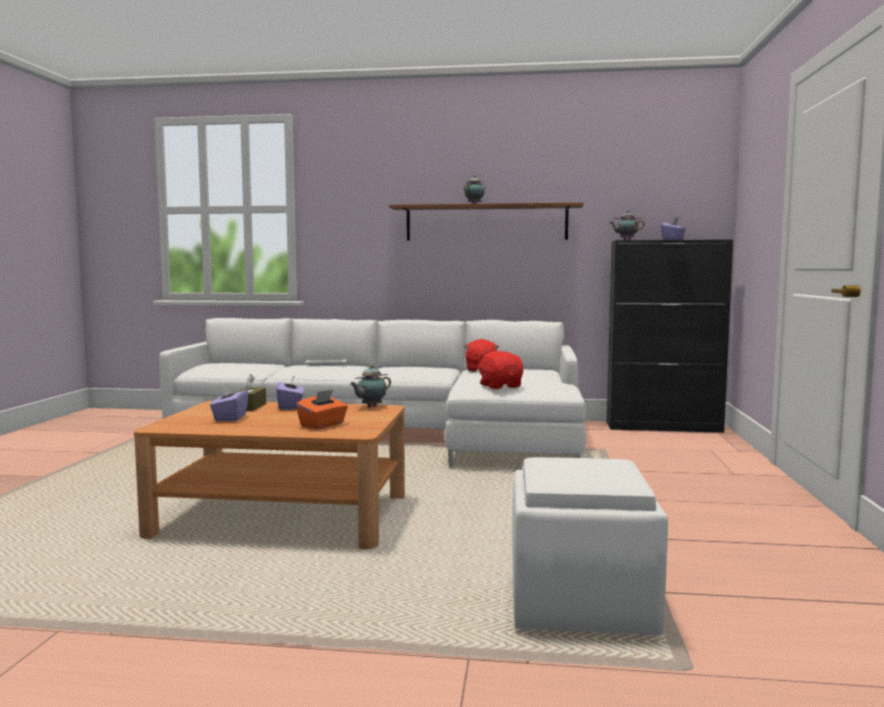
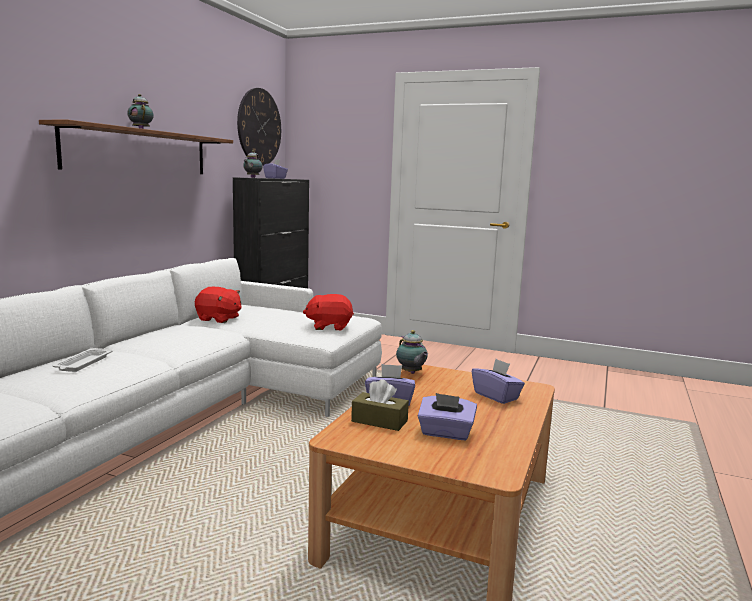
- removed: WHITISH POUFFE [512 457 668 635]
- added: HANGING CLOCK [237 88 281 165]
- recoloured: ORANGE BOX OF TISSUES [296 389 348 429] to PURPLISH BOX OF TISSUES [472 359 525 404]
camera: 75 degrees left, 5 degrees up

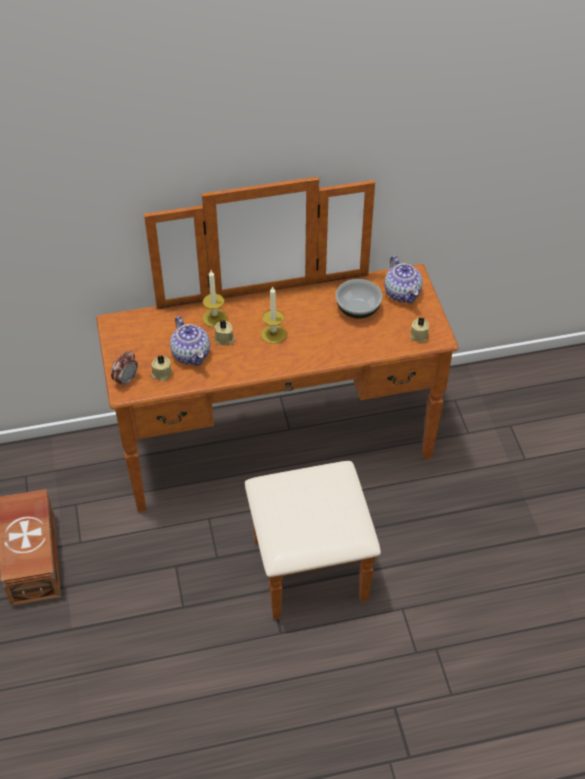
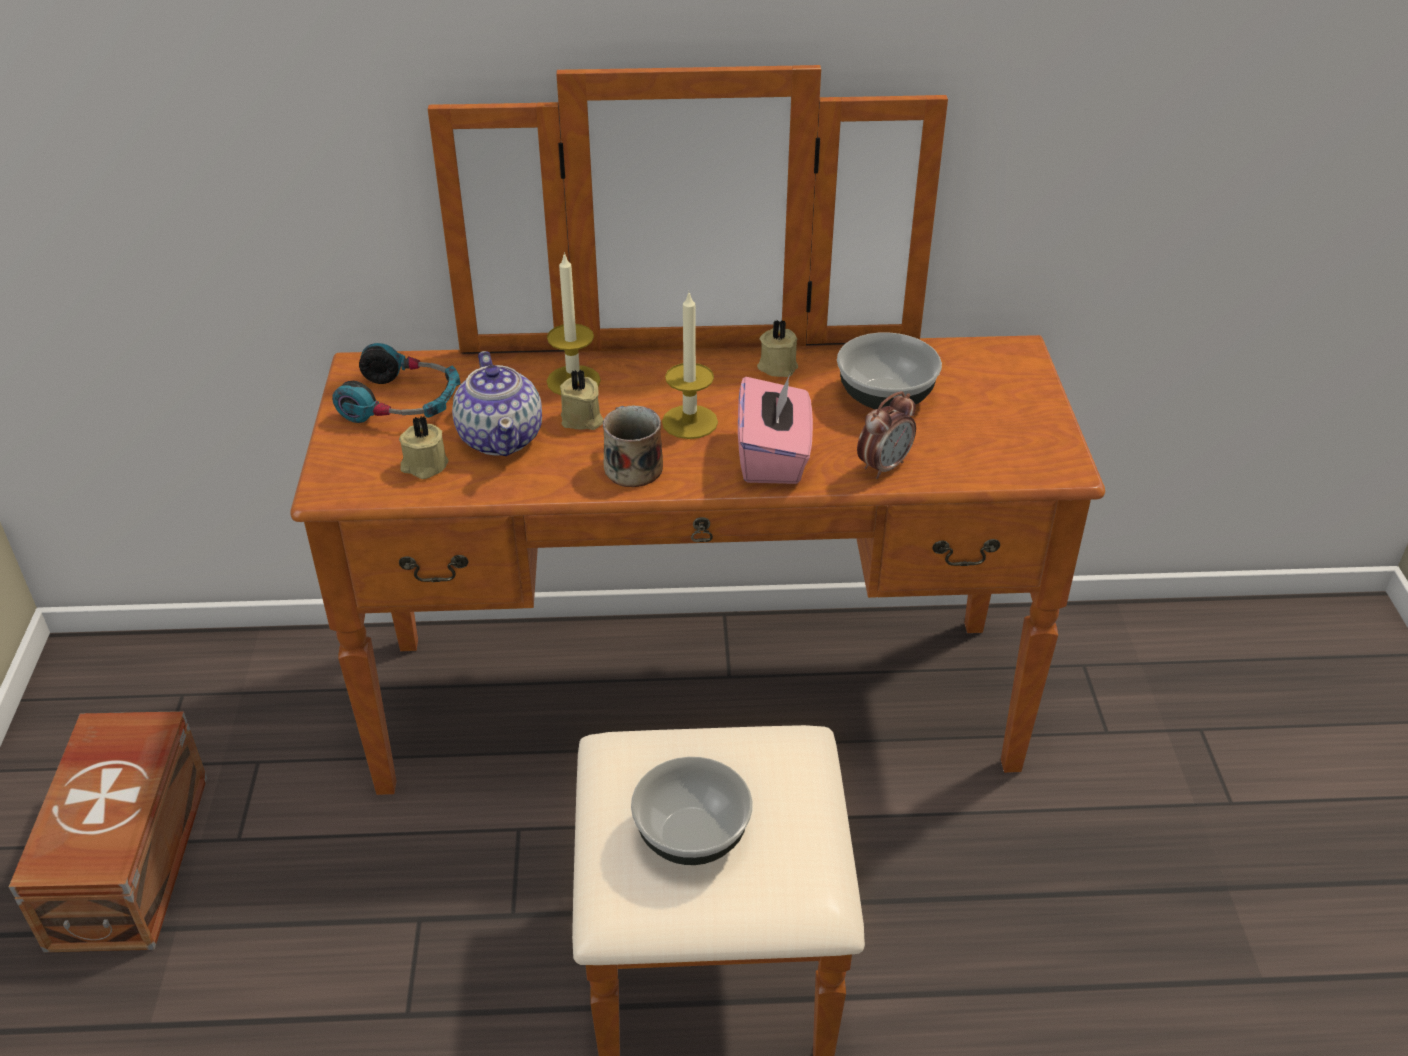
- removed: TEA POT [384 256 423 304]
- added: PAIR OF HEADPHONES [332 343 460 423]
- added: TEA MUG [603 405 663 487]
- added: DEEP DISH [631 757 753 865]
- added: PINKISH BOX OF TISSUES [738 375 813 484]
- moved: ALARM CLOCK [111 350 138 388] to [857 391 916 479]
- moved: BEIGE-COLOURED CANDLE [410 318 429 342] to [757 319 798 377]
camera: 10 degrees right, 10 degrees down

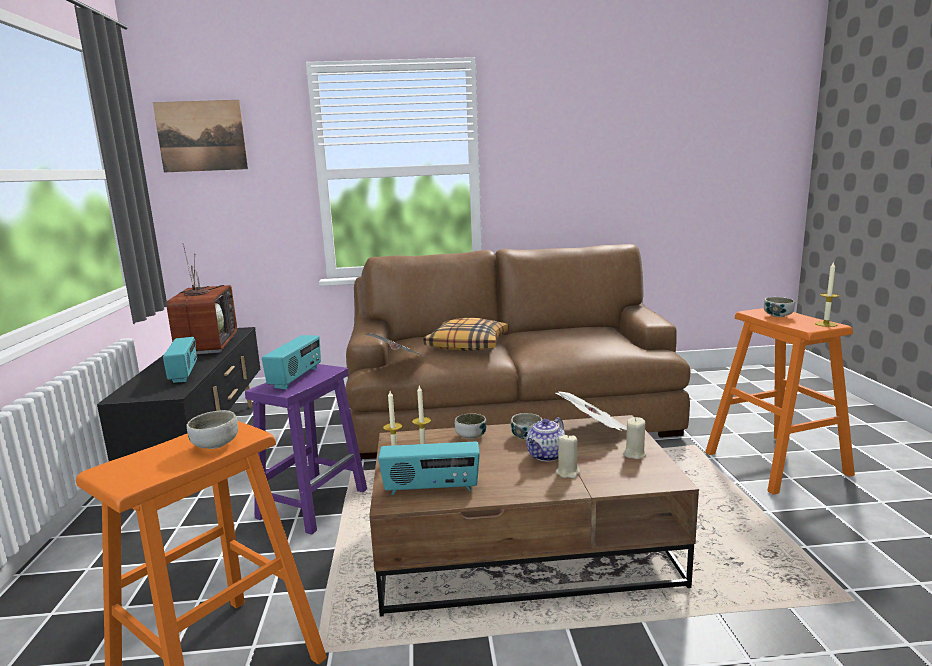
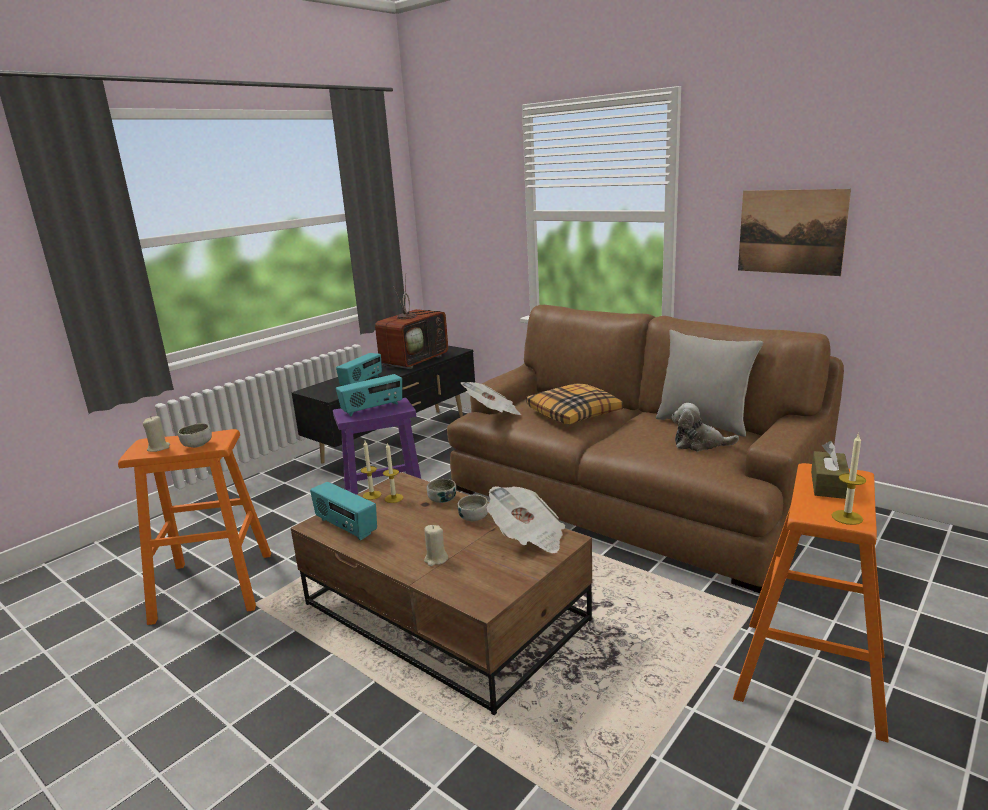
- removed: TEA POT [526 417 565 461]
- added: GREY PILLOW [656 330 763 437]
- added: SOFT TOY [672 403 739 451]
- moved: PICTURE [153 100 248 172] to [738 189 851 276]
- moved: BEIGE-COLOURED CANDLE [623 417 647 459] to [143 416 170 452]
- replaced: DEEP DISH [764 297 795 317] to BROWN BOX OF TISSUES [811 441 850 499]
camera: 45 degrees right, 5 degrees up

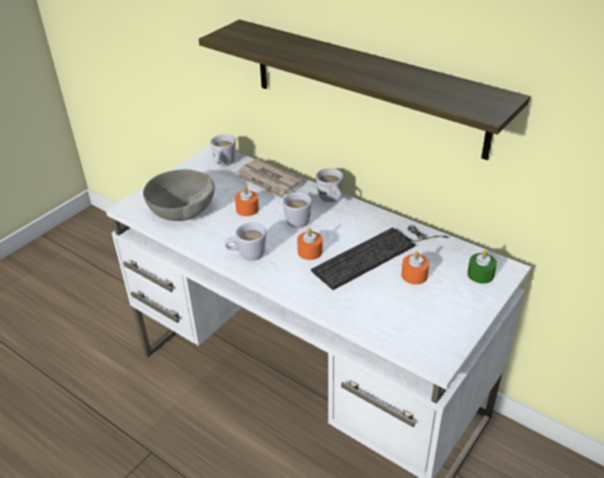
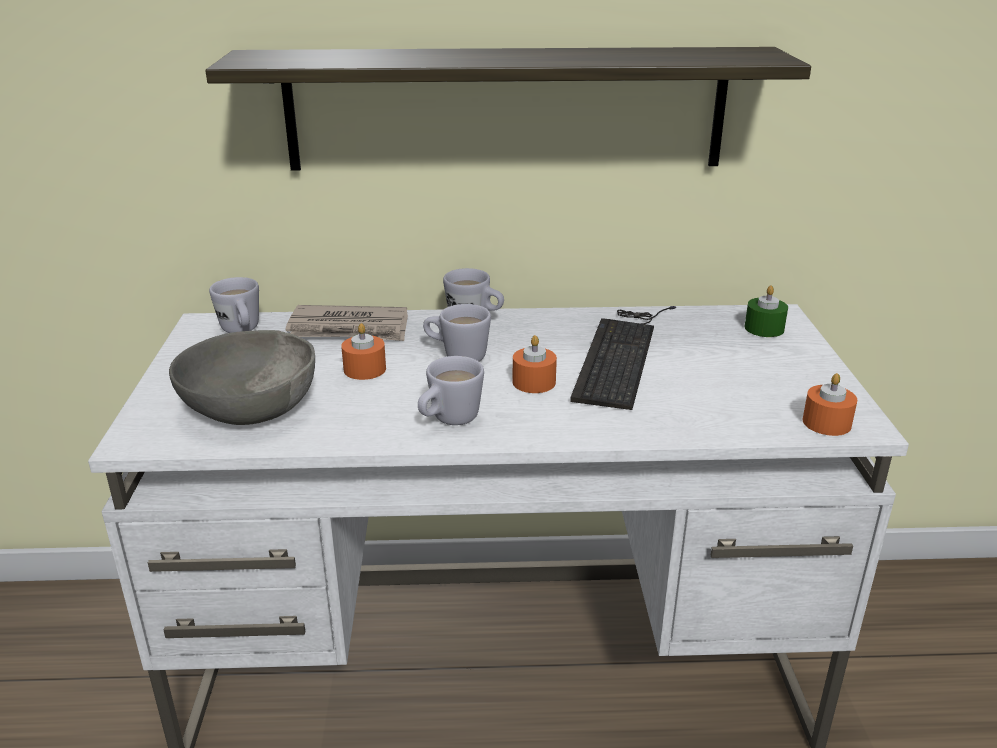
- moved: ORANGE CANDLE [401 251 429 285] to [802 373 857 436]
camera: 40 degrees left, 10 degrees down

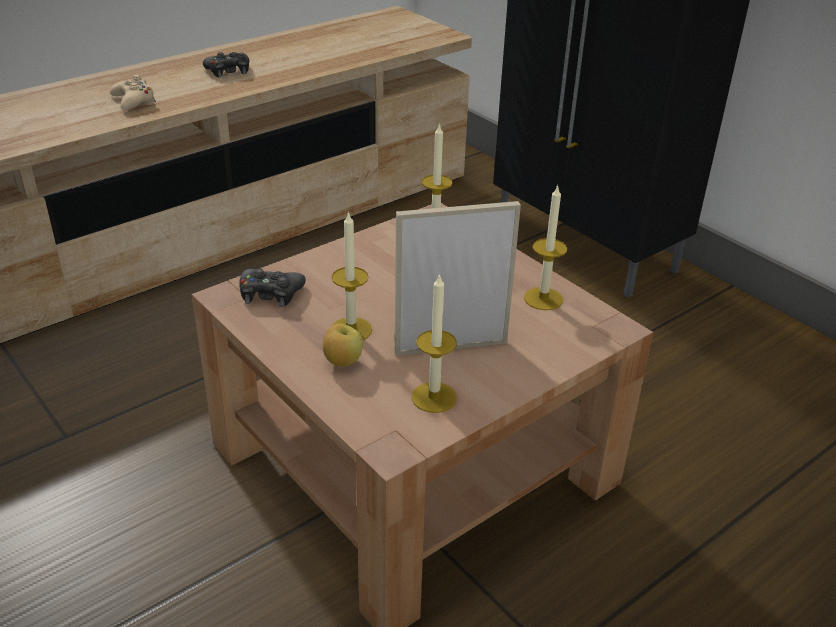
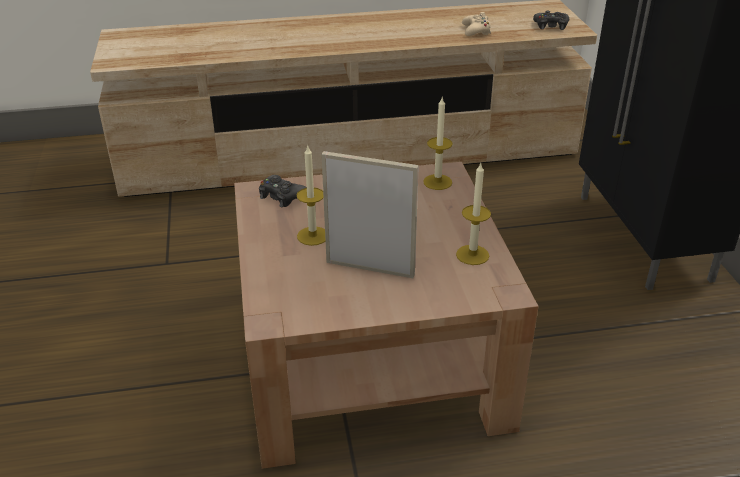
- removed: APPLE FRUIT [322 324 363 367]
- removed: CANDLE [411 273 457 413]
- moved: BEIGE-COLOURED GAME CONTROLLER [110 74 156 111] to [462 12 491 36]
- moved: BLACKISH GAME CONTROLLER [203 52 249 77] to [533 10 569 30]
camera: 30 degrees right, 0 degrees up

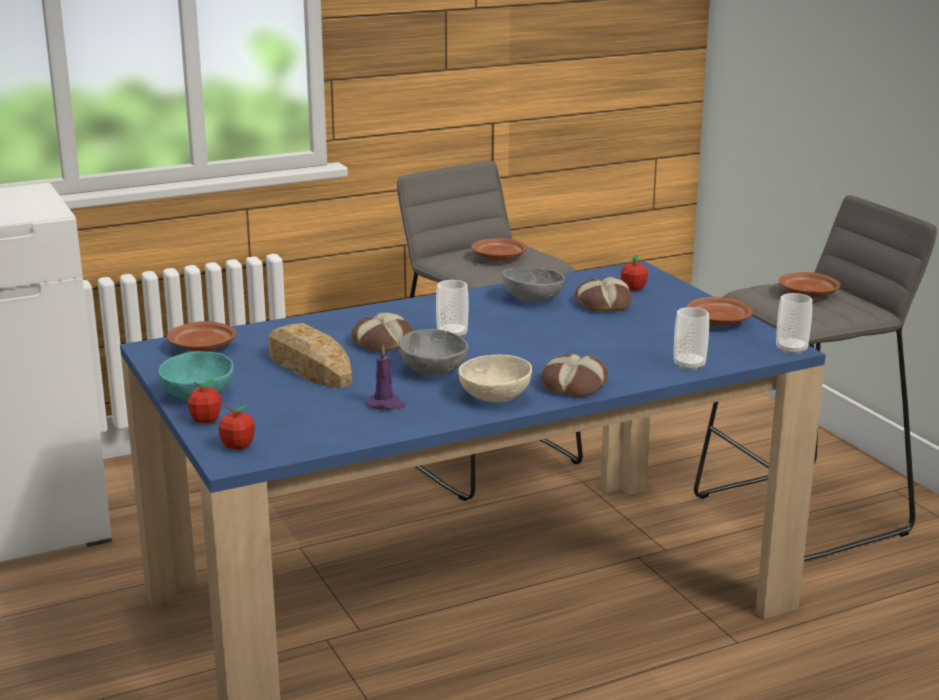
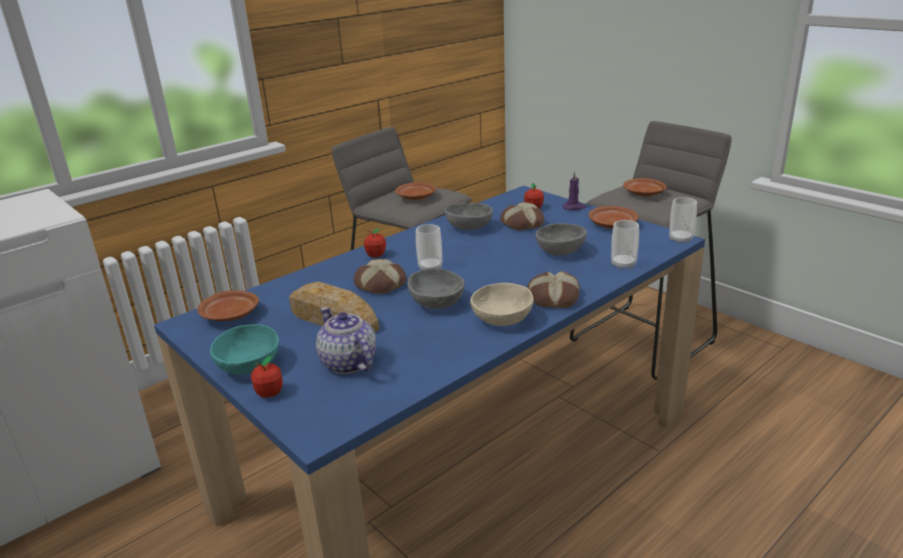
- added: TEA POT [316 307 376 374]
- added: GREY DEEP DISH [536 223 587 256]
- moved: APPLE FRUIT [219 405 255 450] to [364 228 386 257]
- moved: PURPLISH CANDLE [366 345 405 410] to [562 171 586 210]
camera: 15 degrees left, 5 degrees up

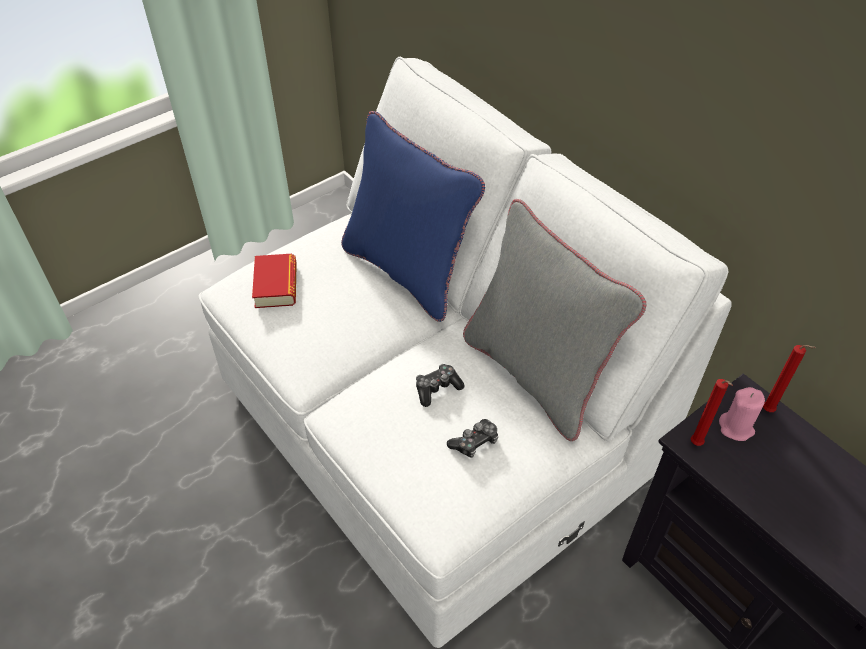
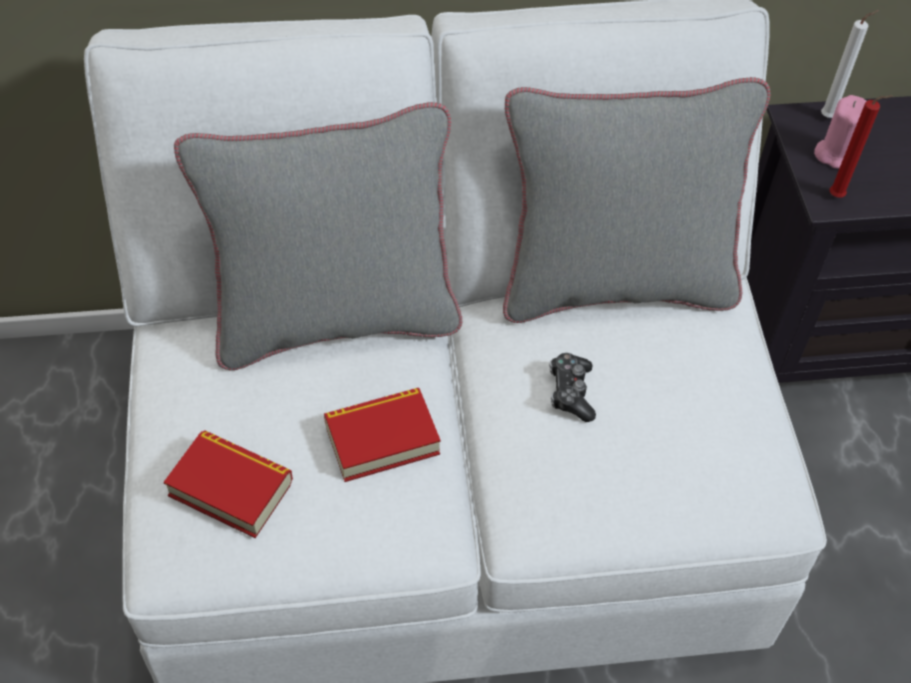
- removed: GAME CONTROLLER [447 419 498 458]
- added: VOLUME [324 388 441 482]
- recoloured: BLUE PILLOW [341 111 485 322] to GREY PILLOW [174 102 463 371]
- recoloured: RED CANDLE [763 345 816 412] to WHITISH CANDLE [821 10 879 118]
camera: 60 degrees left, 5 degrees up

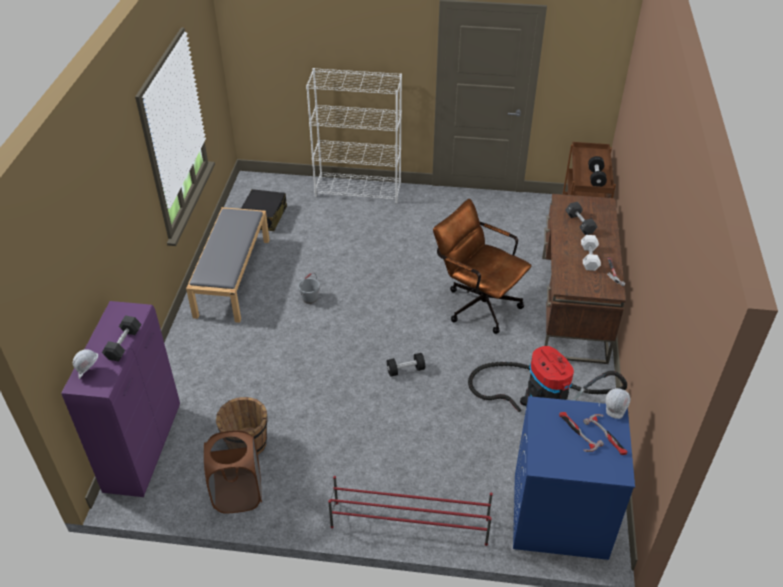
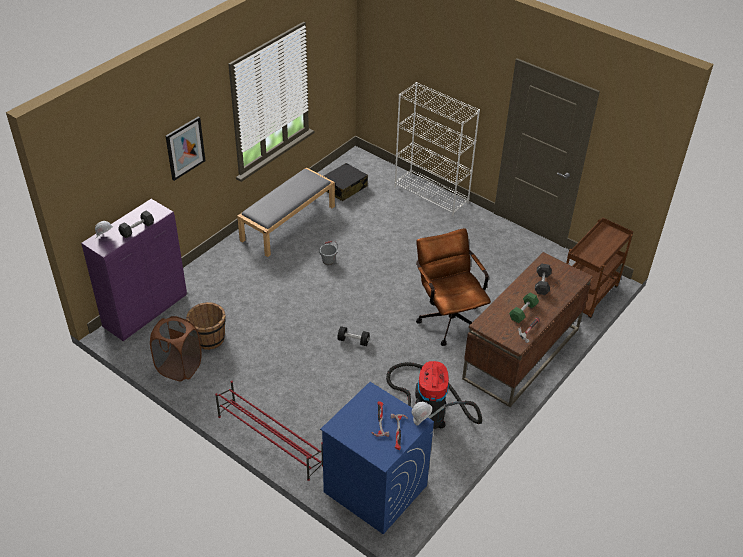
- removed: BLACKISH HAND WEIGHT [588 156 607 187]
- added: PICTURE [166 116 205 181]
- recoloured: WHITISH HAND WEIGHT [581 235 601 271] to GREEN-COLOURED HAND WEIGHT [509 293 539 323]
camera: 30 degrees right, 0 degrees up

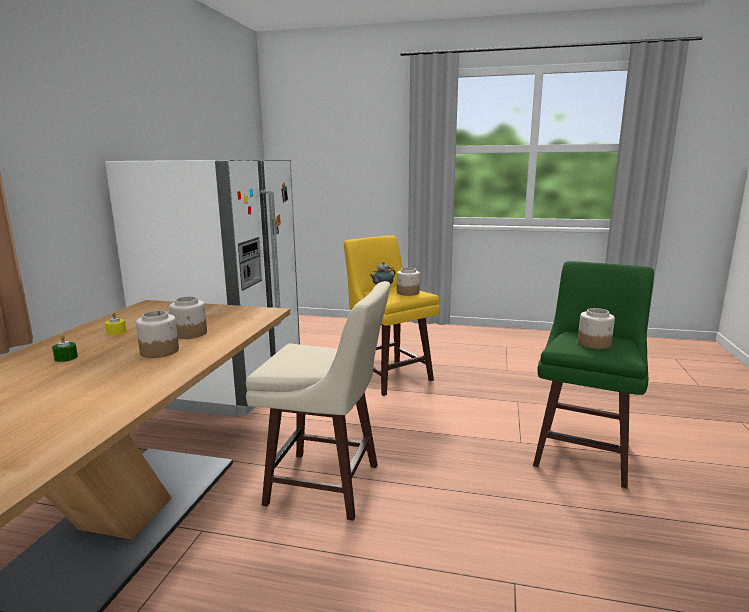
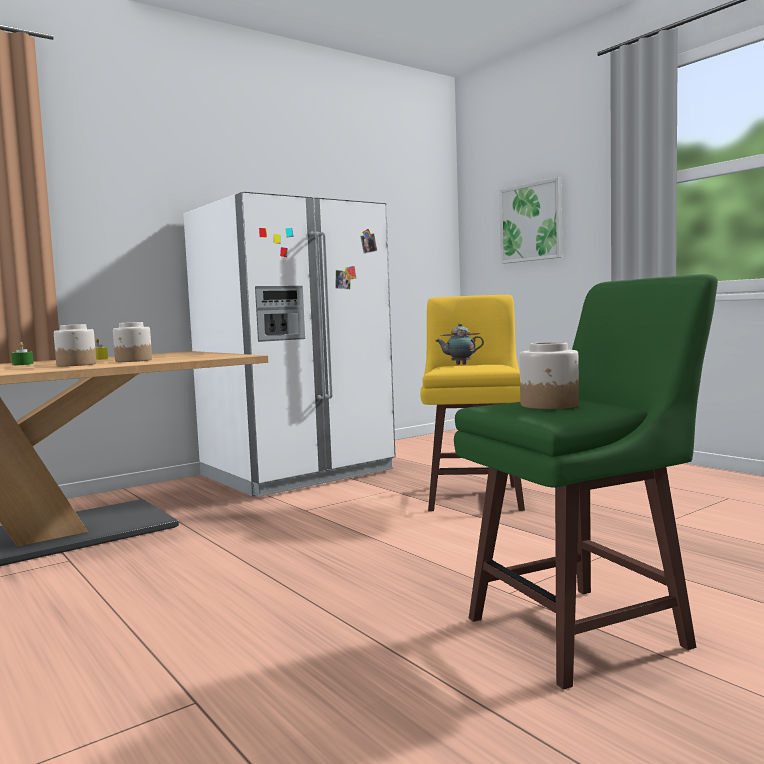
- removed: BEIGE-COLOURED SITTING STOOL [246 281 390 521]
- removed: JAR [397 267 420 296]
- added: PICTURE [499 177 562 264]
camera: 40 degrees right, 10 degrees down

